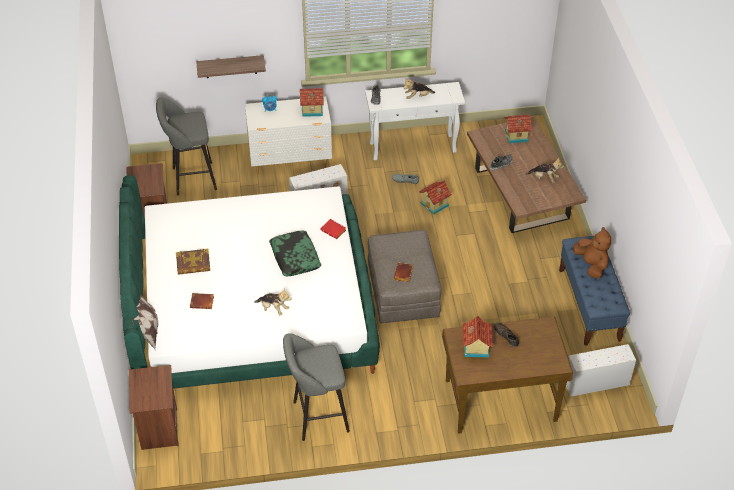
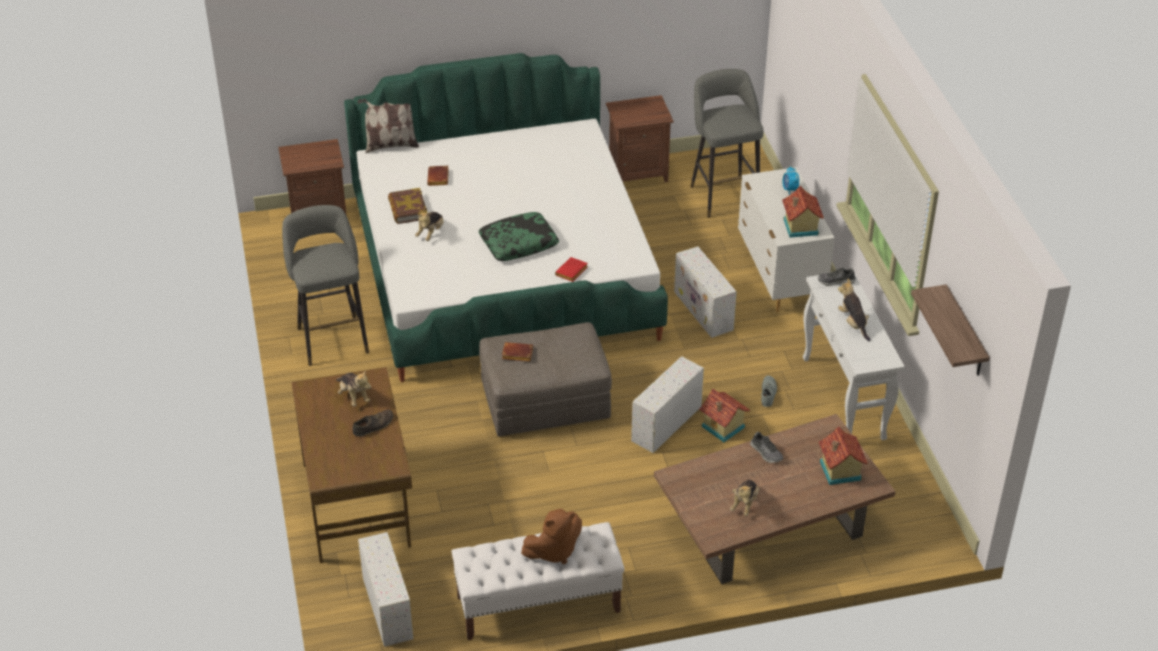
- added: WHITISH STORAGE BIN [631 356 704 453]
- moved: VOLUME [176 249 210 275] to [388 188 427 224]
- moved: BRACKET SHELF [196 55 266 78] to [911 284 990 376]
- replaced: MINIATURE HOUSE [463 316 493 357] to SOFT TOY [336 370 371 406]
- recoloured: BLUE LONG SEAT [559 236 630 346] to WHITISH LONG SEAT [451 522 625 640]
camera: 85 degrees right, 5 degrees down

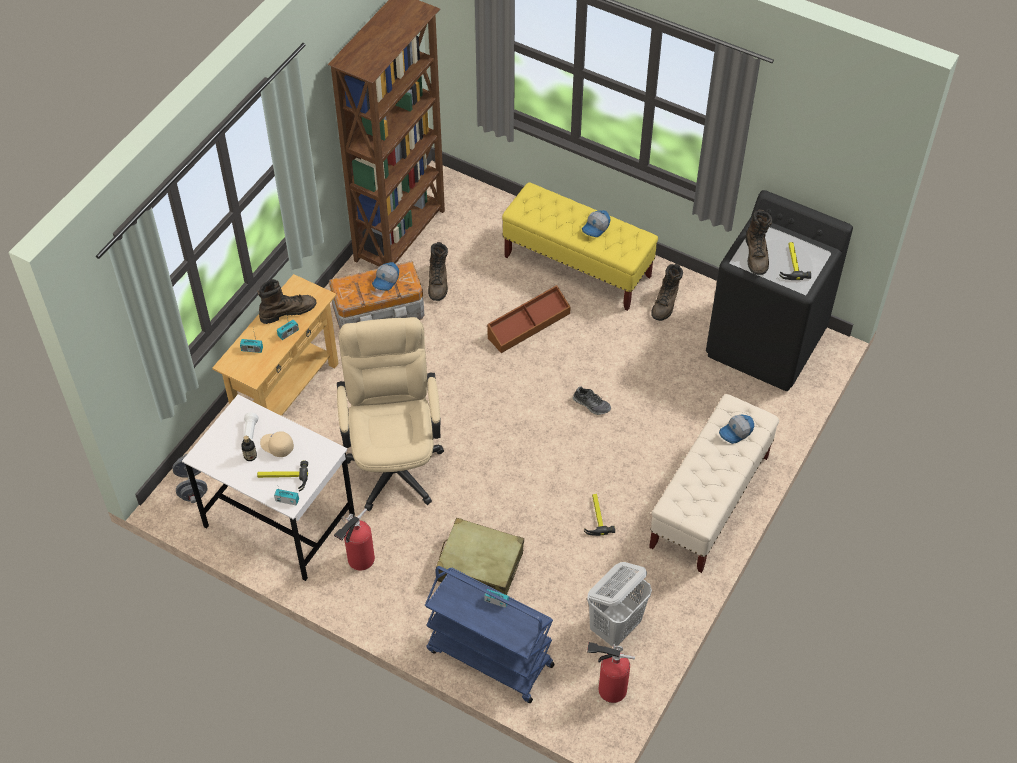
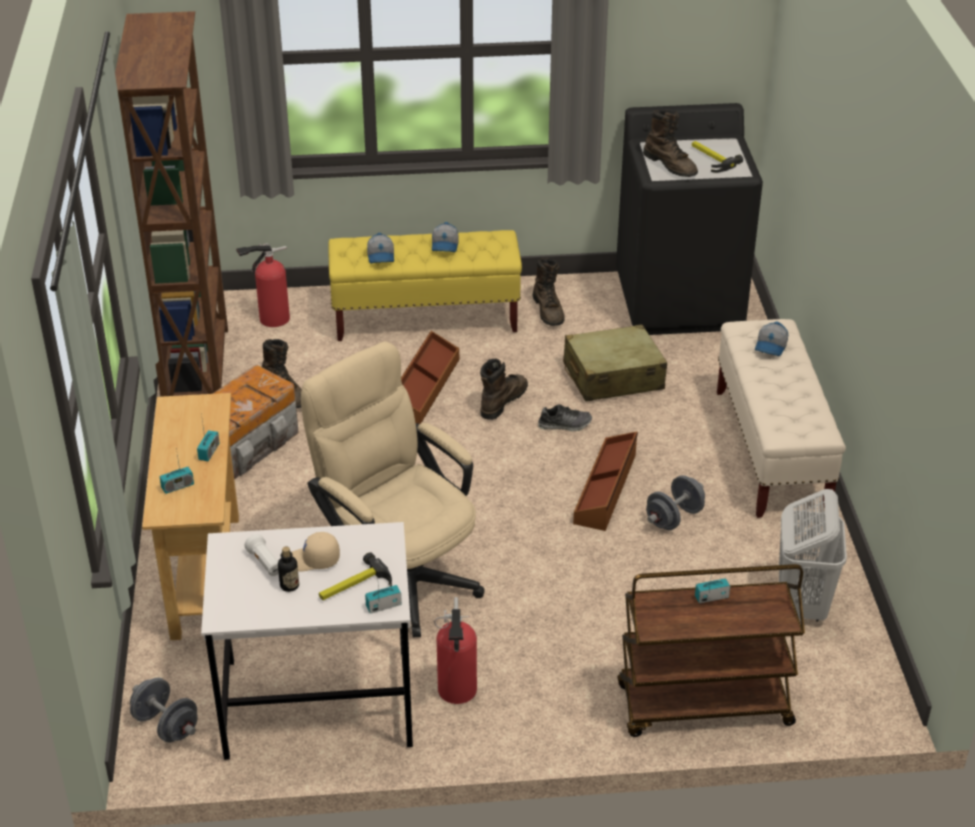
- added: BROWN STORAGE BIN [573 432 638 531]
- moved: BROWN HIGH-TOP BOOT [257 279 317 324] to [480 359 528 420]
- moved: BASEBALL CAP [372 262 399 291] to [367 233 394 263]
- moved: BEIGE-COLOURED SUITCASE [436 518 524 595] to [563 324 667 402]
- moved: FIRE EXTINGUISHER [587 641 635 703] to [236 244 290 327]
- replaced: HAND HAMMER [584 494 615 536] to GREY HAND WEIGHT [646 475 705 530]
- recoloured: BLUE TROLLEY [425 566 555 703] to BROWN TROLLEY [618 564 805 737]
camera: 35 degrees left, 15 degrees down

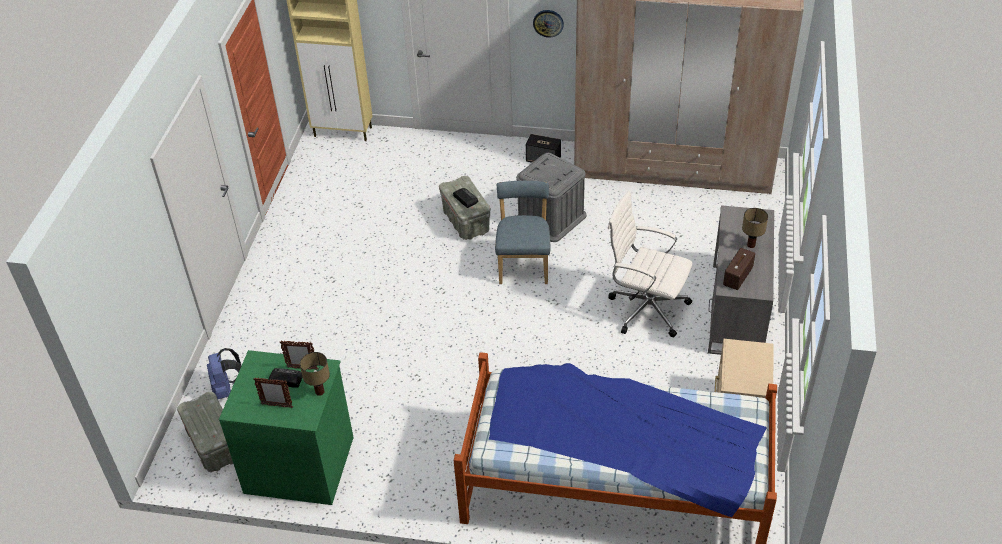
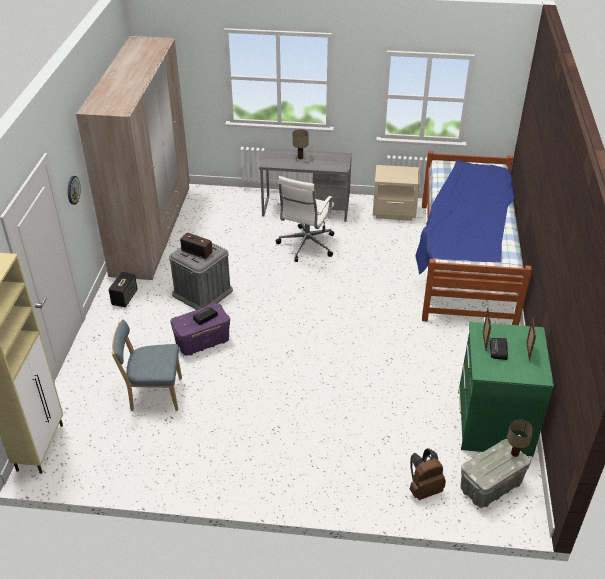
- moved: TABLE LAMP [300 352 330 396] to [507 419 534 457]
- moved: BLUE CHAIR [495 181 551 284] to [112 319 182 411]
- moved: RADIO SET [723 248 755 290] to [180 233 212 259]
- recoloured: BLUE BACKPACK [207 348 241 399] to BROWN BACKPACK [410 448 446 500]
- recoloured: GREY STORAGE BIN [439 176 491 240] to PURPLISH STORAGE BIN [170 303 230 356]
camera: 95 degrees left, 5 degrees down

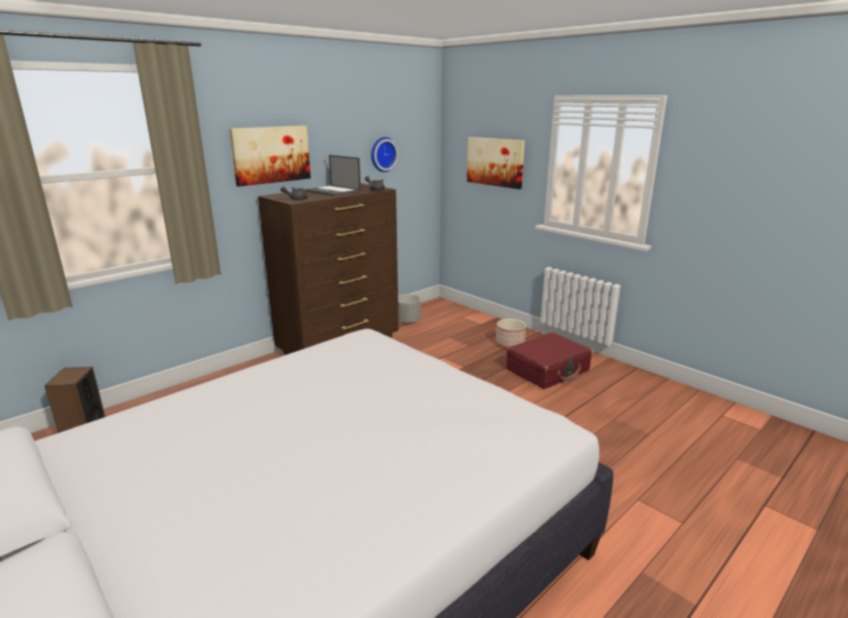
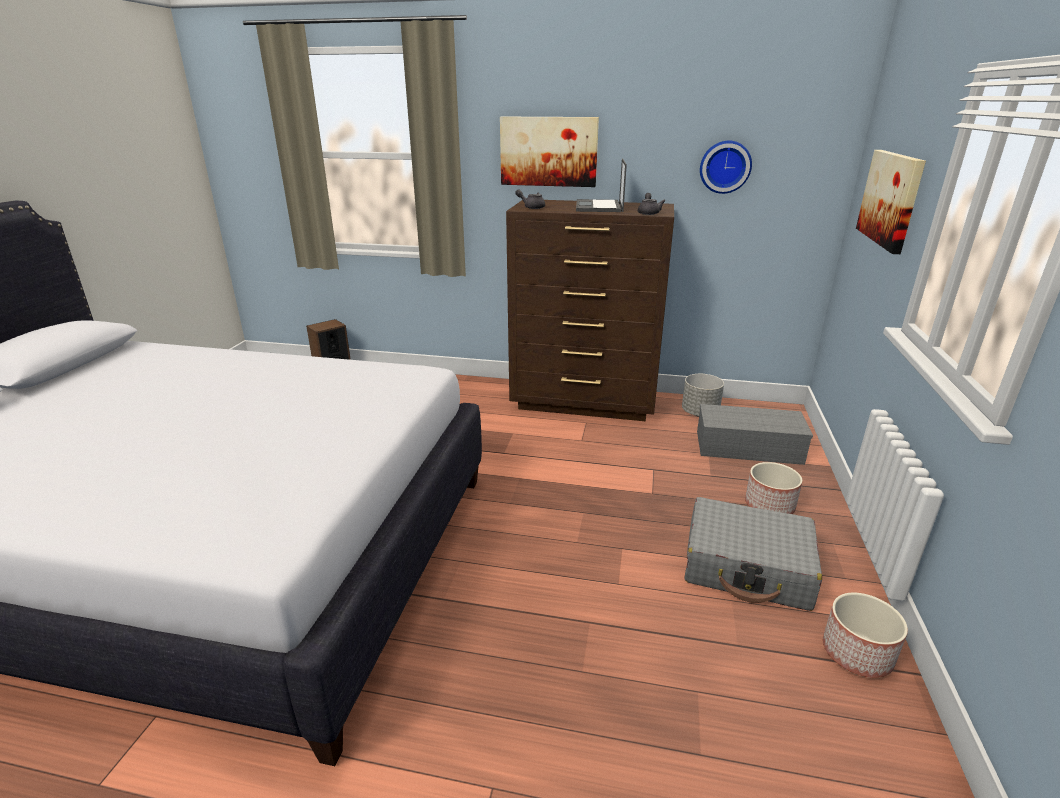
- added: GREY STORAGE BIN [697 404 813 465]
- added: PLANTER [823 593 908 678]
- recoloured: RED SUITCASE [506 332 592 389] to GREY SUITCASE [684 497 822 611]
camera: 55 degrees right, 5 degrees up

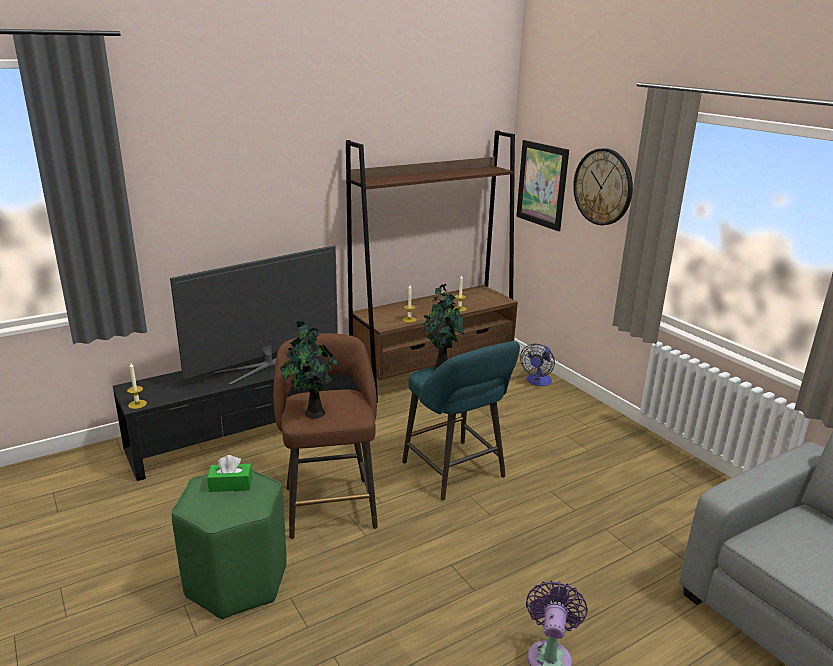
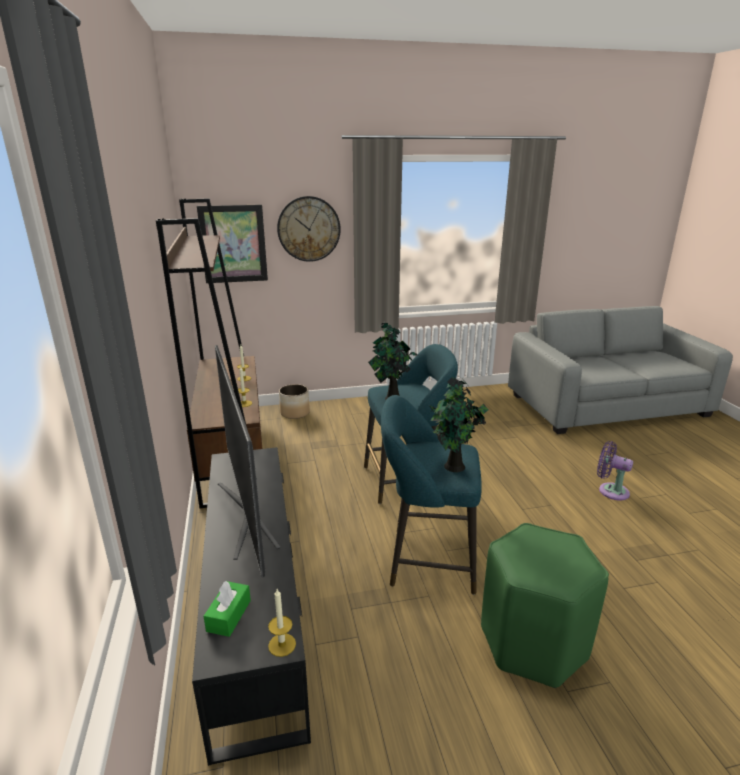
- moved: GREEN-COLOURED BOX OF TISSUES [207 455 252 492] to [204 581 251 637]
- replaced: FAN [520 344 555 386] to PLANTER [279 384 310 419]
- recoloured: BROWN SITTING STOOL [273 333 378 539] to TURQUOISE SITTING STOOL [381 395 482 595]
camera: 70 degrees left, 0 degrees up

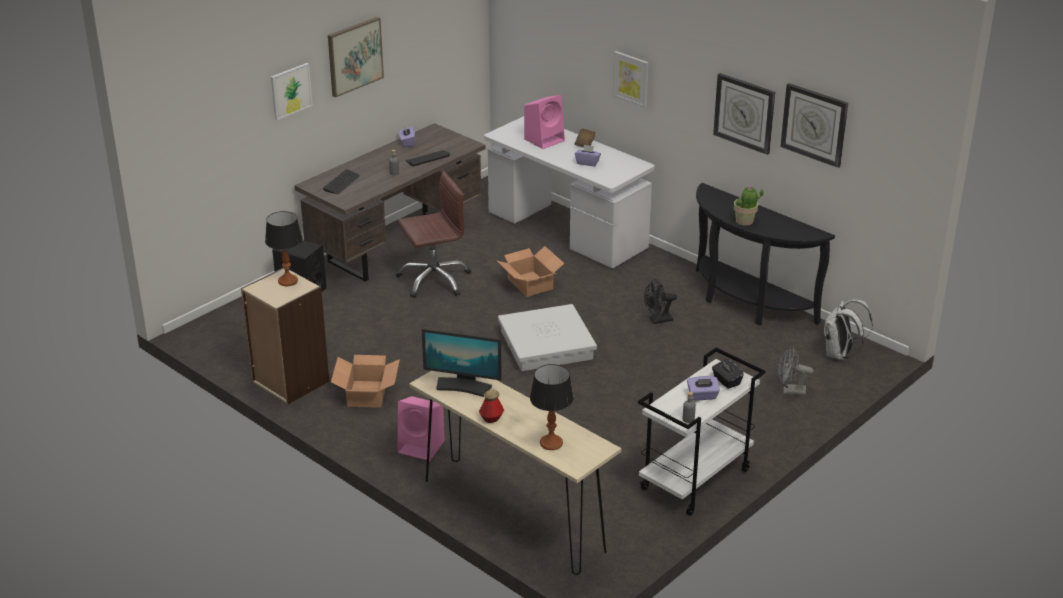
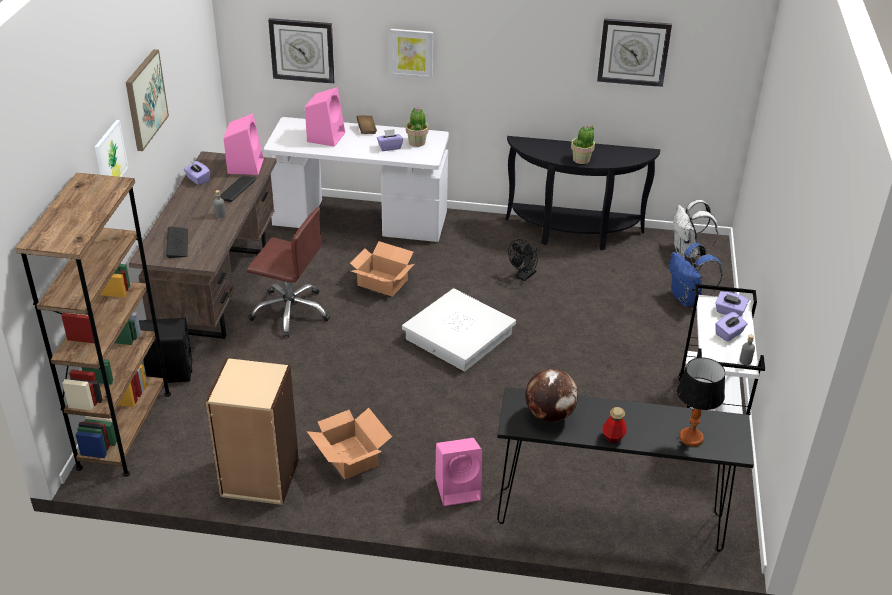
- removed: TABLE LAMP [265 211 303 286]
- added: BROWN SHELVING UNIT [15 173 171 477]
- added: PINKISH SPEAKER [224 113 264 175]
- added: PLANT IN A POT [406 107 429 147]
- moved: HANGING CLOCK [713 73 775 155] to [268 18 335 84]
- replaced: MONITOR [422 329 502 397] to WORLD GLOBE [525 369 578 422]
- replaced: GREY FAN [778 347 814 395] to BLUE BACKPACK [669 243 722 307]
- recoloured: BEIGE-COLOURED HALL TABLE [409 371 621 575] to BLACKISH HALL TABLE [497 387 754 552]
- recoloured: BLACKISH BOX OF TISSUES [712 359 744 389] to PURPLISH BOX OF TISSUES [715 291 749 317]
- turned: BROWN COMPUTER CHAIR [396 171 471 298] = [247 207 330 338] 75 degrees clockwise
camera: 35 degrees left, 5 degrees up

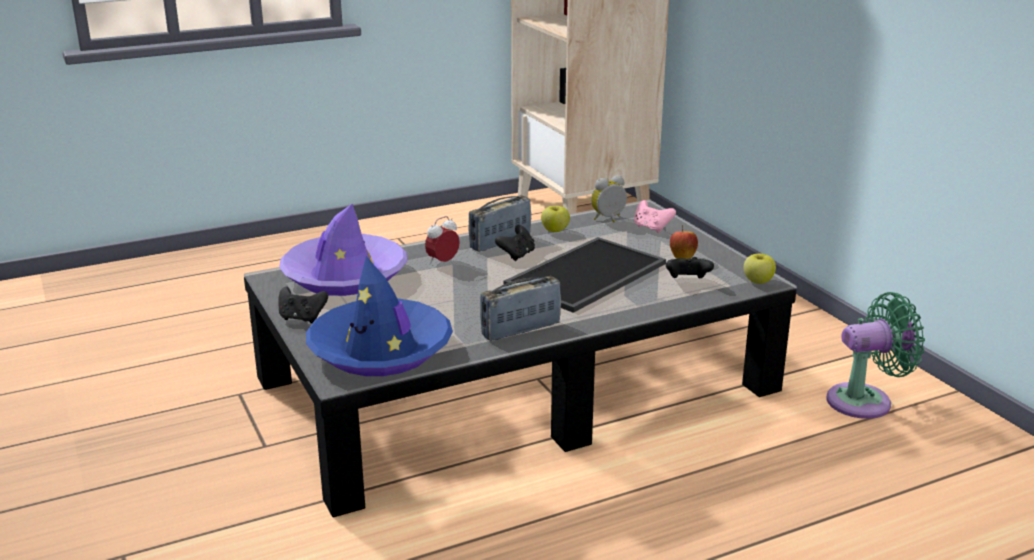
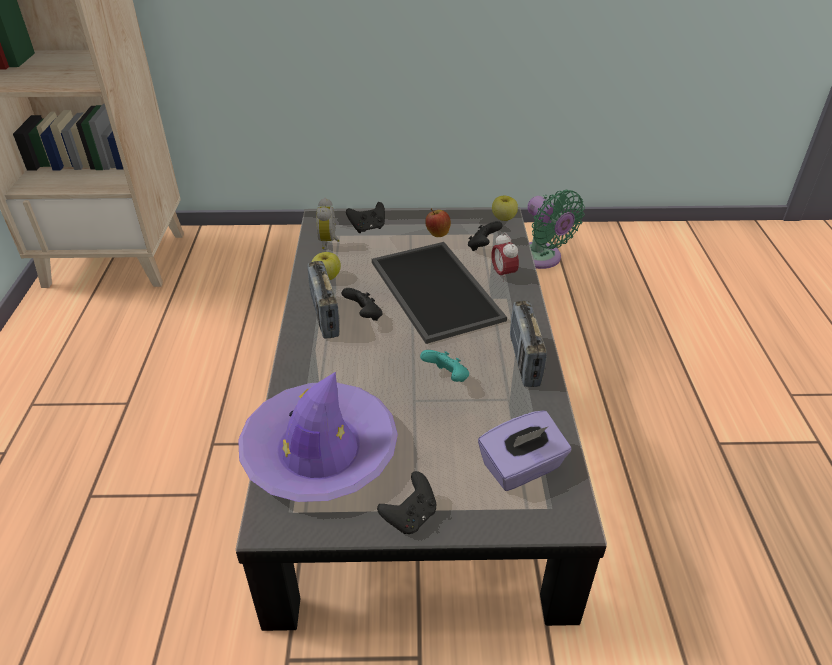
- added: TURQUOISE GAME CONTROLLER [420 350 469 382]
- moved: ALARM CLOCK [425 216 460 265] to [491 232 519 282]
- replaced: BLUE CLOTHING HAT [306 256 453 376] to PURPLISH BOX OF TISSUES [478 410 571 491]
- recoloured: PINKISH GAME CONTROLLER [634 200 676 233] to BLACKISH GAME CONTROLLER [346 202 385 233]
- turned: GREEN-COLOURED FAN [827 292 925 419] = [527 190 585 269] 135 degrees clockwise
camera: 65 degrees left, 15 degrees up

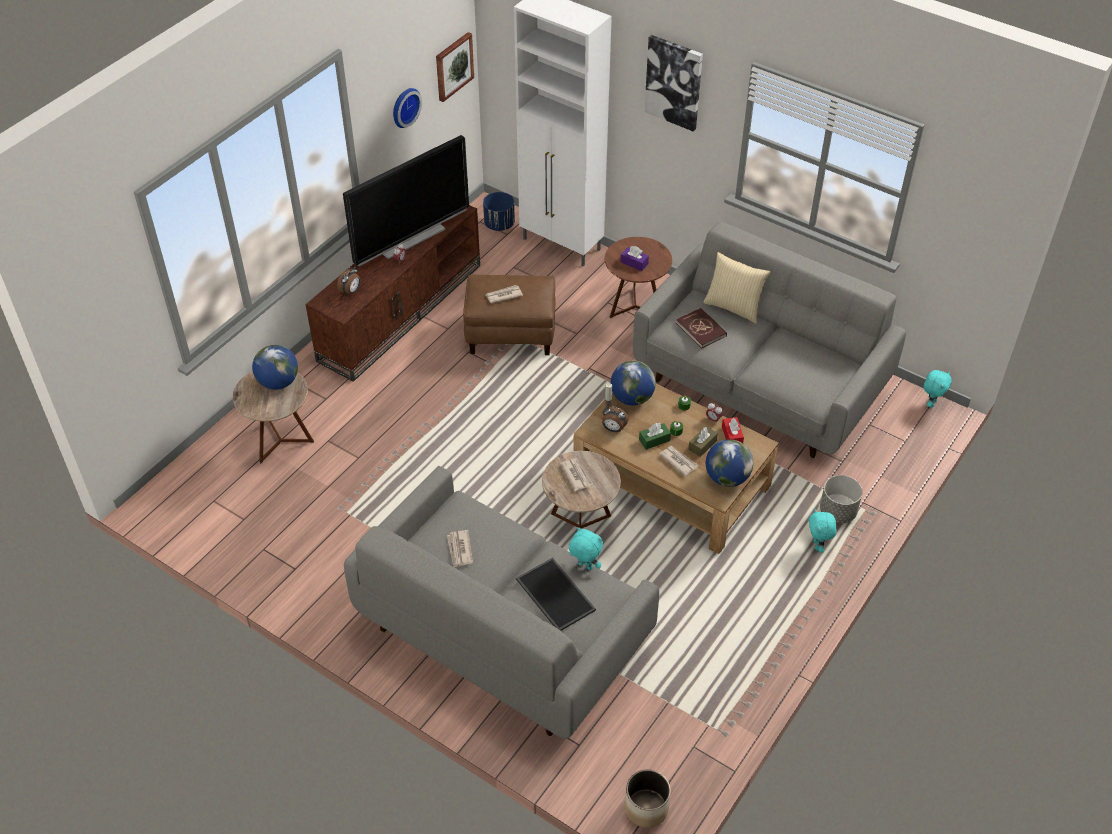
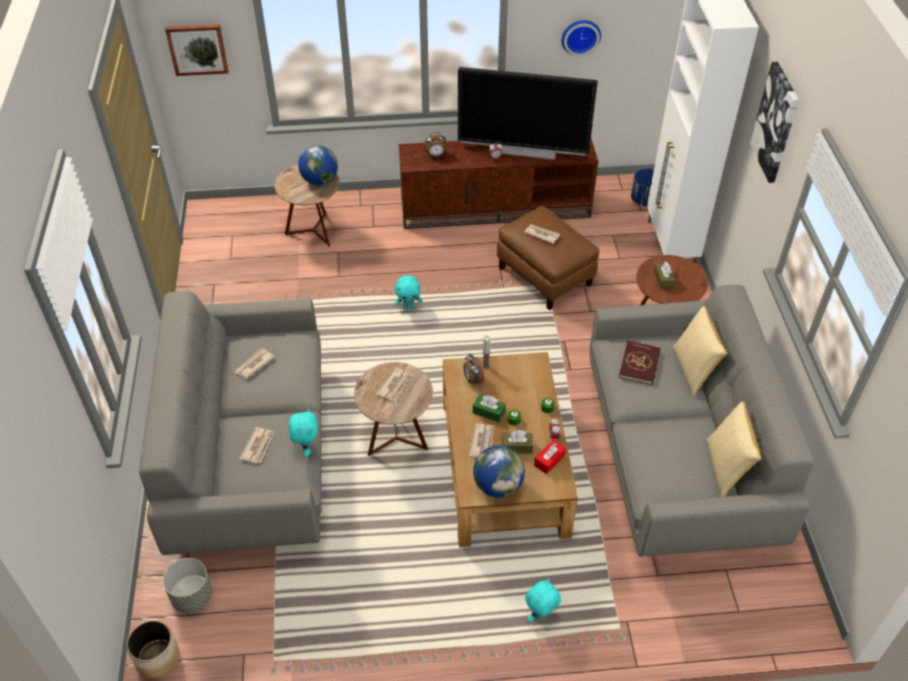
- removed: WORLD GLOBE [611 361 656 406]
- added: PILLOW [706 401 761 497]
- moved: PICTURE [436 32 474 102] to [165 24 228 76]
- moved: GREY PLANTER [820 475 863 523] to [163 558 213 613]
- moved: TURQUOISE SOFT TOY [924 370 952 408] to [395 275 422 310]
- replaced: SERVING TRAY [516 558 596 631] to PRINTED PAPER [239 427 275 463]
- recoloured: PURPLISH BOX OF TISSUES [621 246 649 271] to BROWN BOX OF TISSUES [653 262 675 289]
camera: 50 degrees right, 0 degrees up

